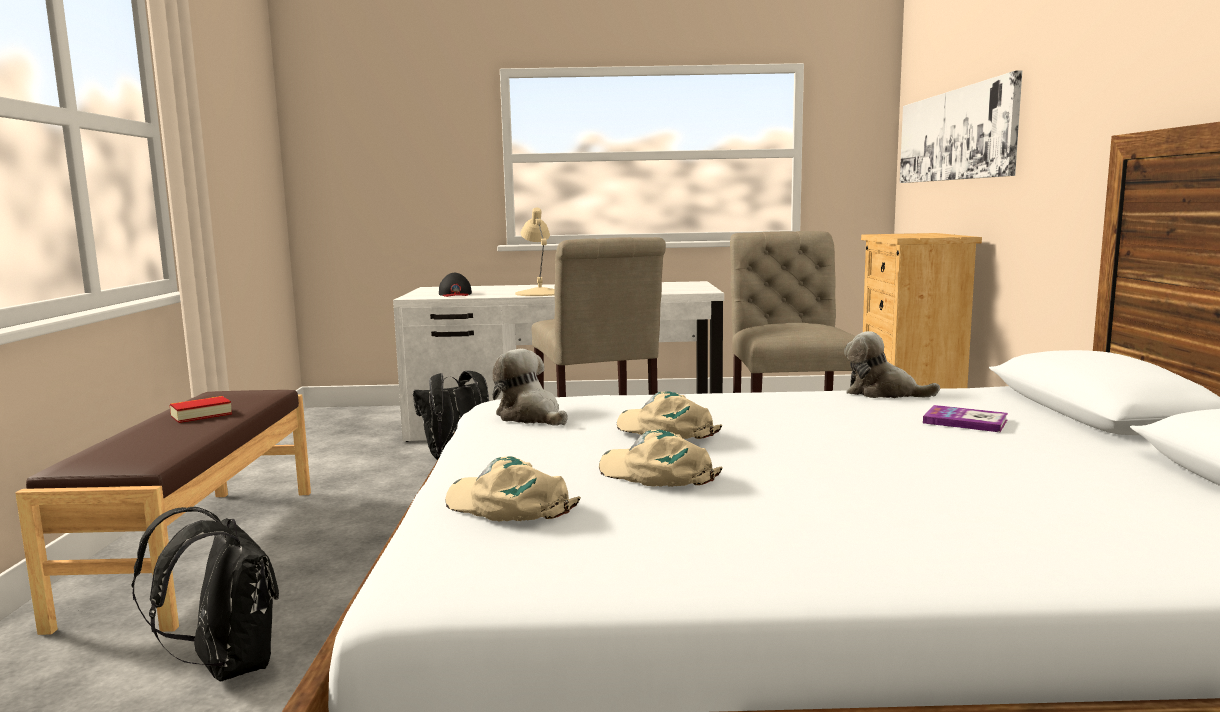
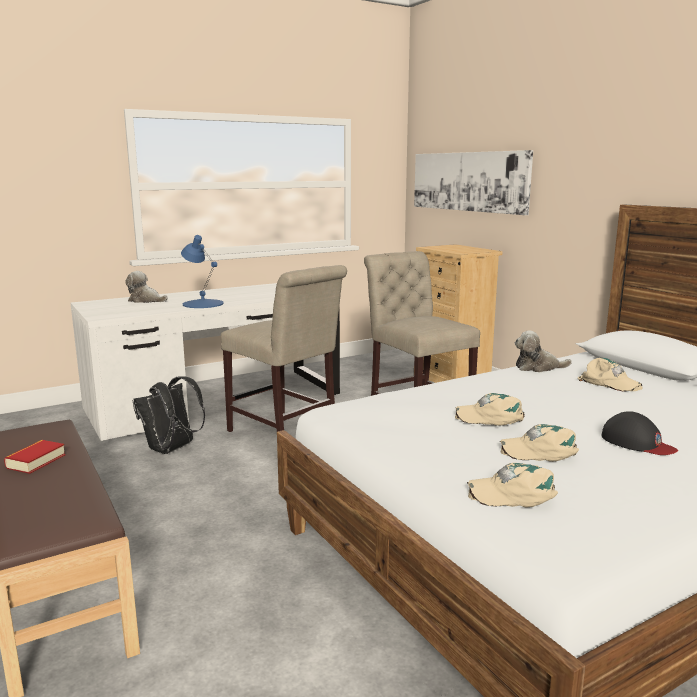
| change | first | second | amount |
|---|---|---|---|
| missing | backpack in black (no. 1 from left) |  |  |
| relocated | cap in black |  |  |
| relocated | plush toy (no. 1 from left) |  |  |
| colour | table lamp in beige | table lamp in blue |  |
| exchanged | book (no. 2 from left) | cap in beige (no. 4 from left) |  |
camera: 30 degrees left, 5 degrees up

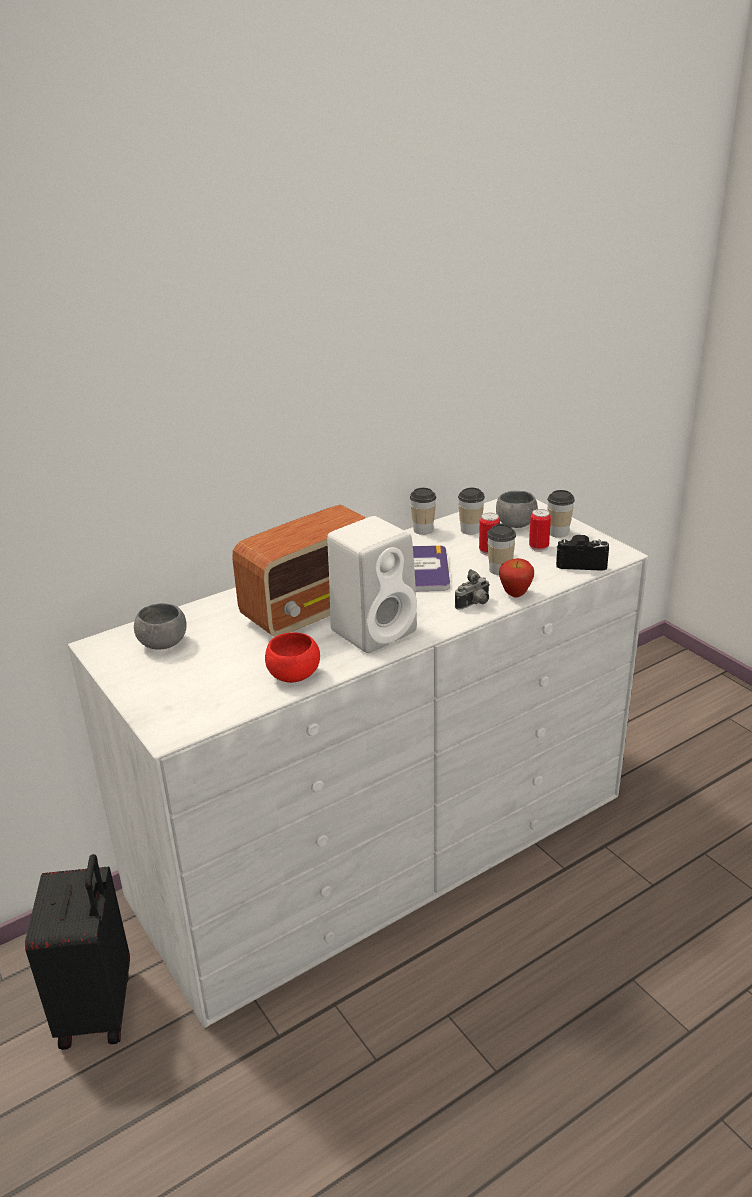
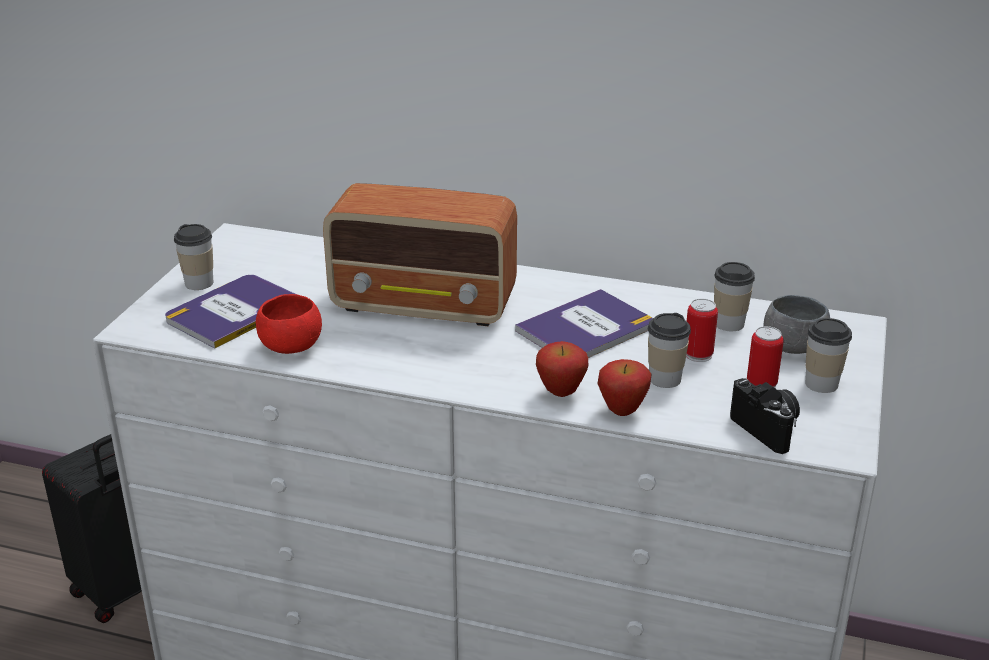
| change | first | second | amount |
|---|---|---|---|
| missing | bowl in grey (no. 1 from left) |  |  |
| missing | speaker in white |  |  |
| relocated | cup (no. 1 from left) |  |  |
| exchanged | photo camera (no. 1 from left) | apple (no. 1 from left) |  |
| appeared |  | book (no. 1 from left) |  |
camera: 50 degrees right, 0 degrees up

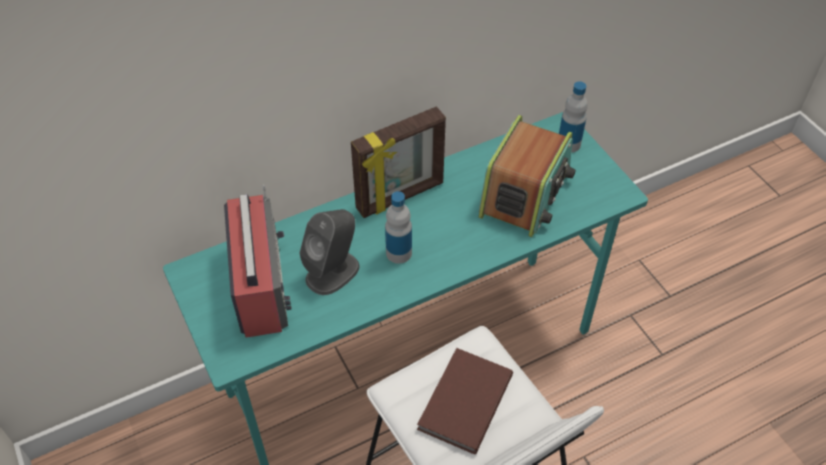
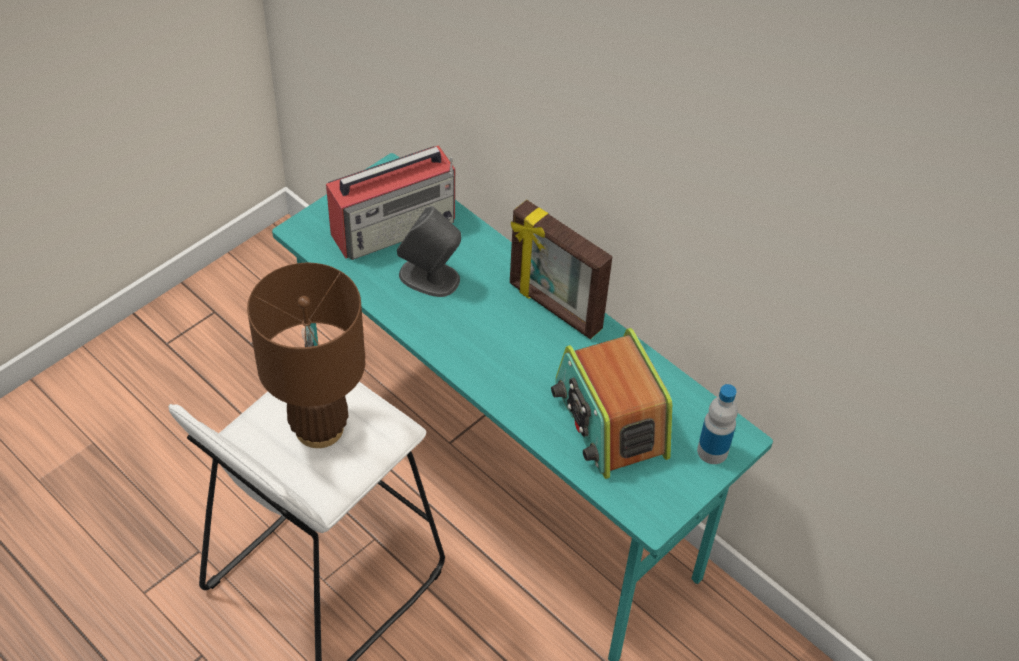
| change | first | second | amount |
|---|---|---|---|
| missing | bottle (no. 1 from left) |  |  |
| exchanged | book in brown | table lamp in brown |  |
| spun | radio (no. 2 from left) |  | 60 degrees clockwise |
camera: 70 degrees right, 0 degrees up

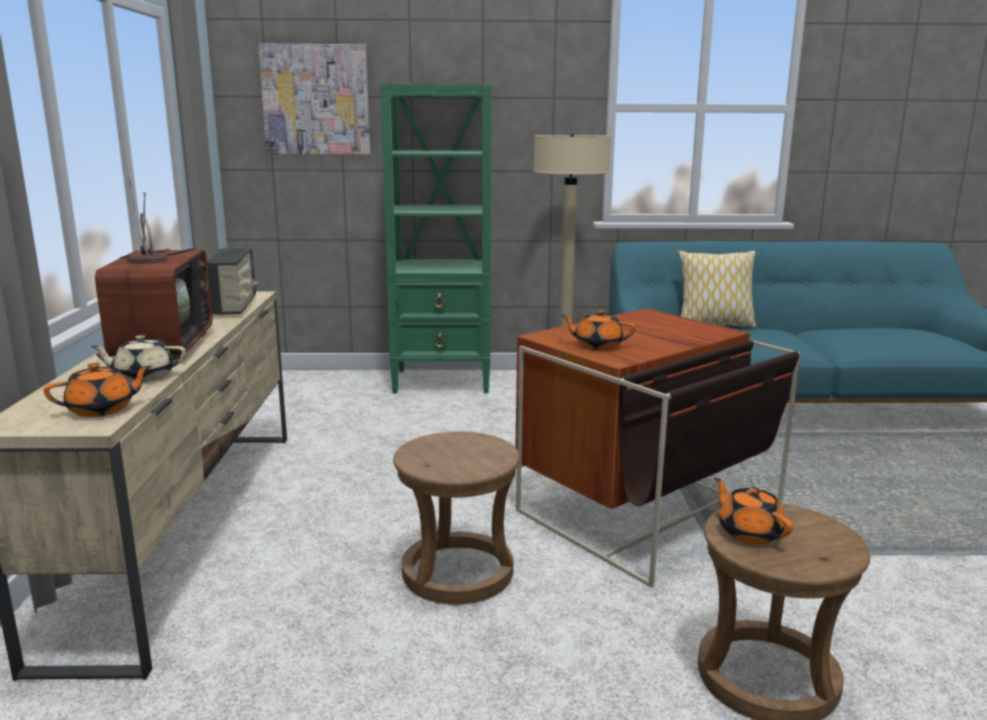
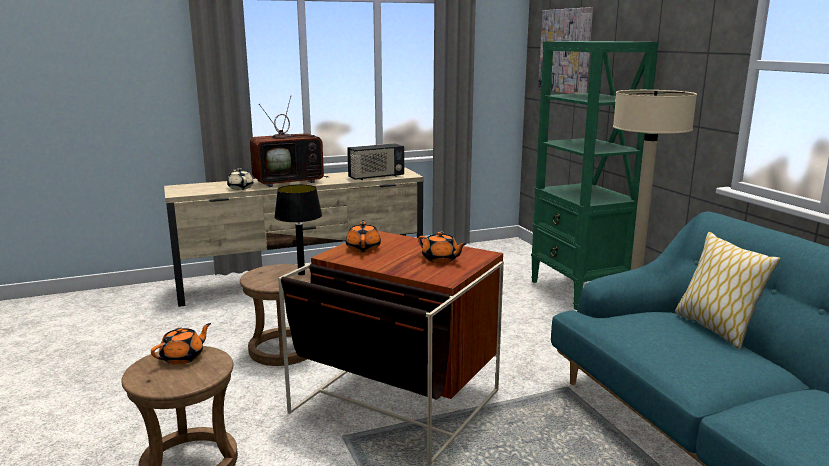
| change | first | second | amount |
|---|---|---|---|
| relocated | teapot in orange (no. 1 from left in the first image) | teapot in orange (no. 3 from left) |  |
| appeared |  | table lamp in black |  |
camera: 70 degrees right, 0 degrees up

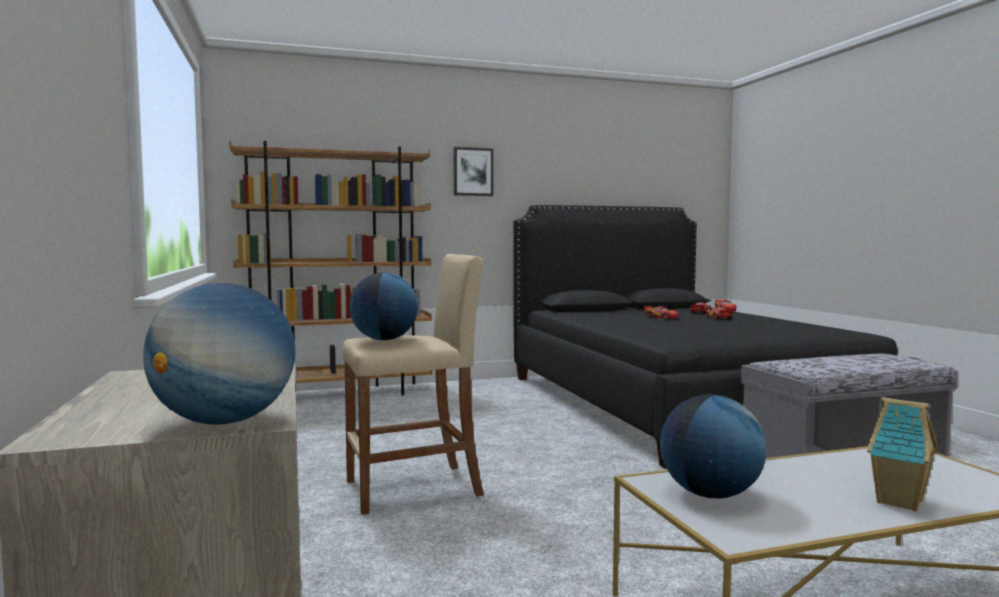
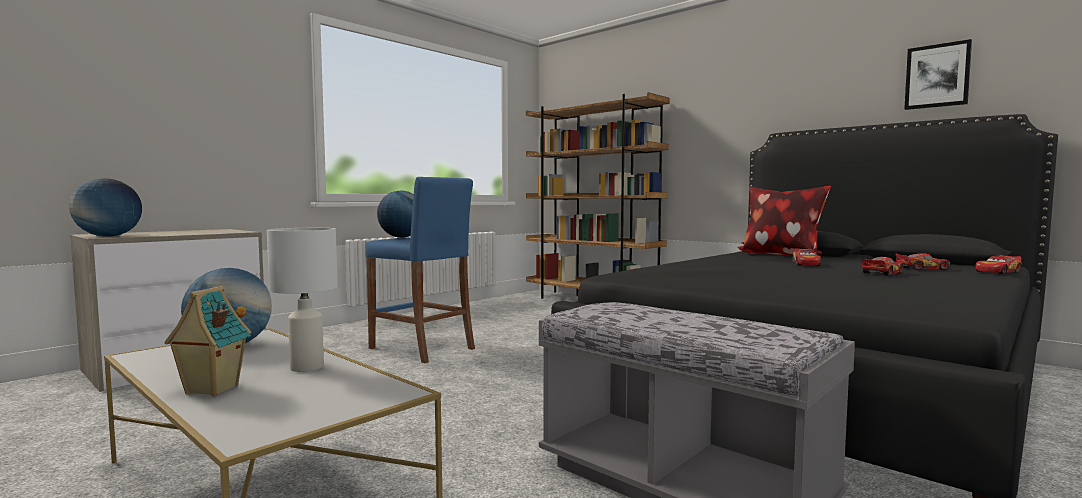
| change | first | second | amount |
|---|---|---|---|
| colour | stool in beige | stool in blue |  |
| relocated | picture |  |  |
| appeared |  | table lamp in white |  |
| appeared |  | pillow |  |
camera: 60 degrees right, 0 degrees up

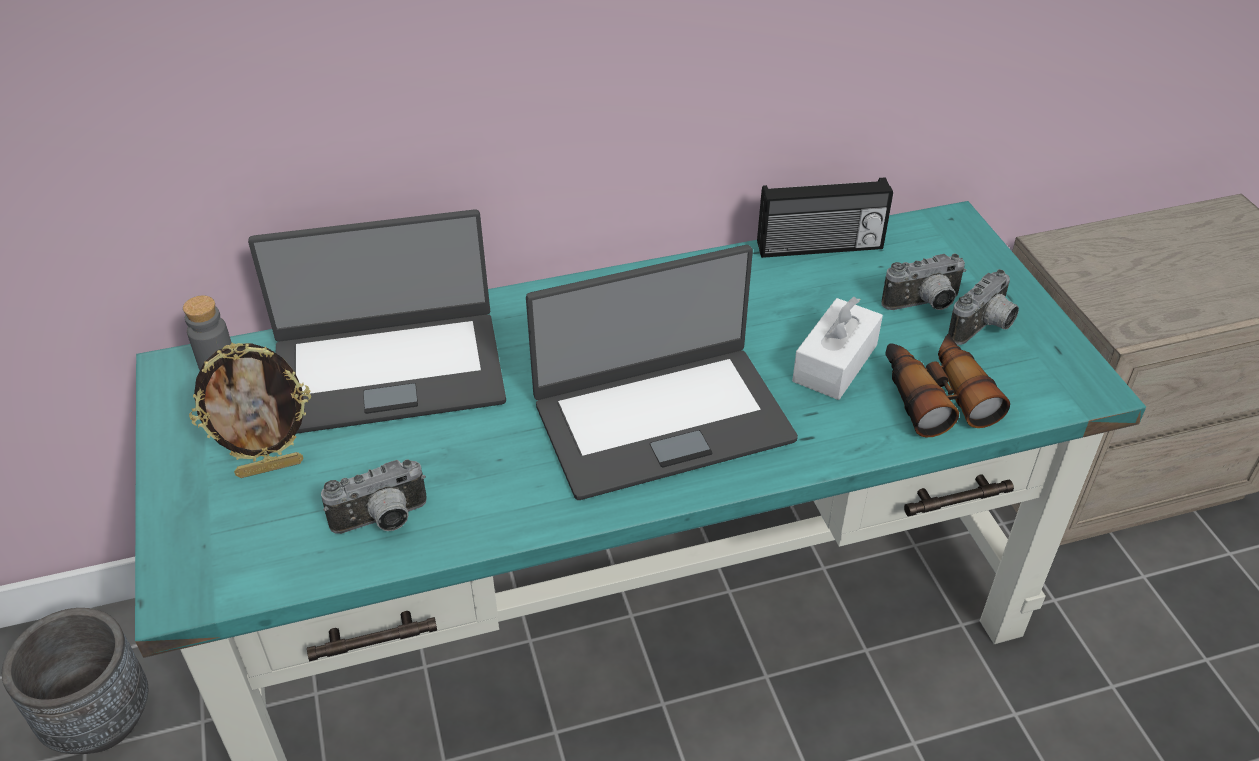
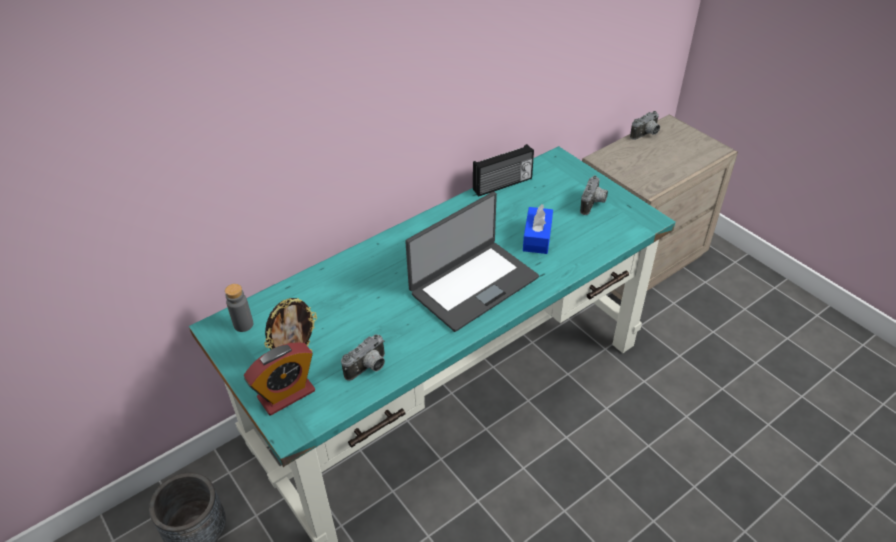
| change | first | second | amount |
|---|---|---|---|
| missing | laptop (no. 1 from left) |  |  |
| colour | tissue box in white | tissue box in blue |  |
| relocated | photo camera (no. 2 from left in the first image) | photo camera (no. 3 from left) |  |
| missing | binoculars |  |  |
| appeared |  | alarm clock |  |
camera: 20 degrees left, 0 degrees up

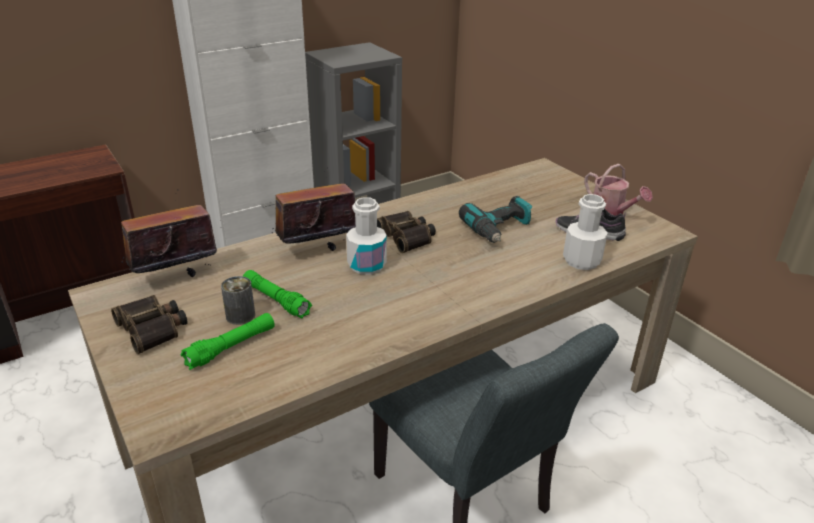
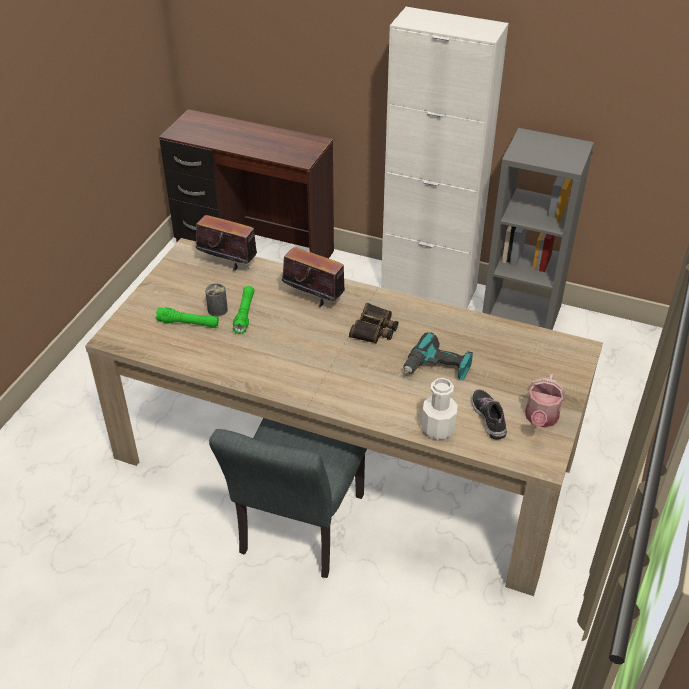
| change | first | second | amount |
|---|---|---|---|
| missing | binoculars (no. 1 from left) |  |  |
| missing | bottle in white (no. 1 from left) |  |  |
camera: 55 degrees right, 10 degrees up

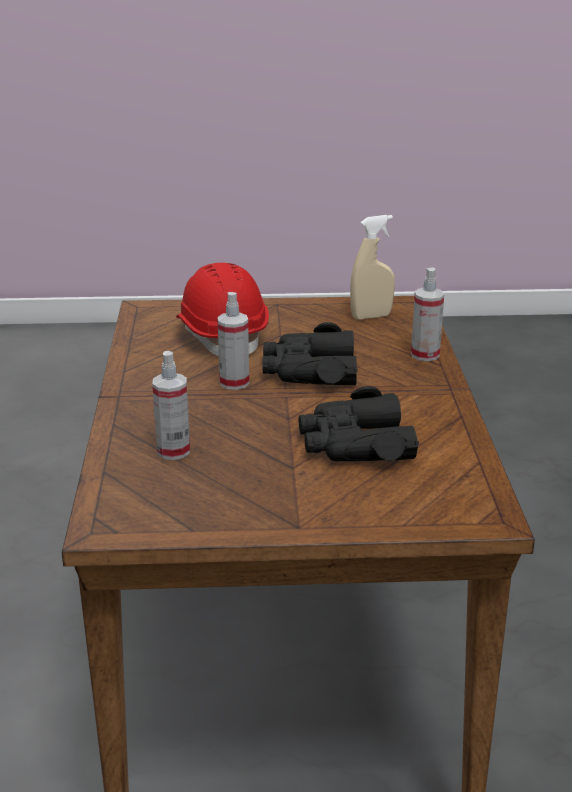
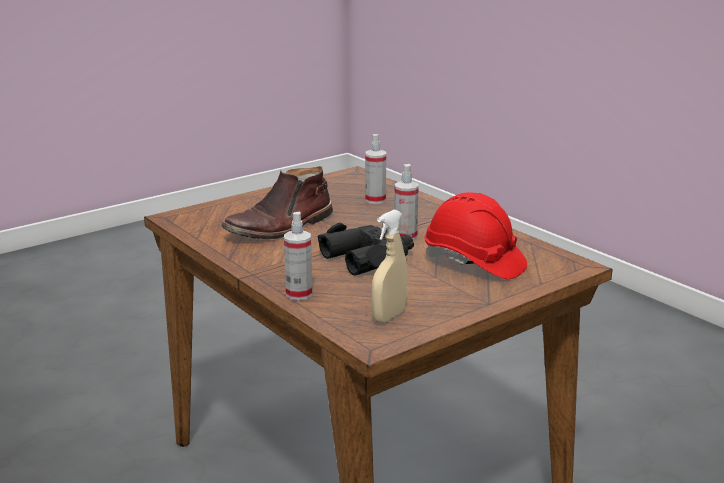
| change | first | second | amount |
|---|---|---|---|
| exchanged | binoculars in black (no. 2 from left) | boot in brown |  |
camera: 145 degrees right, 5 degrees down

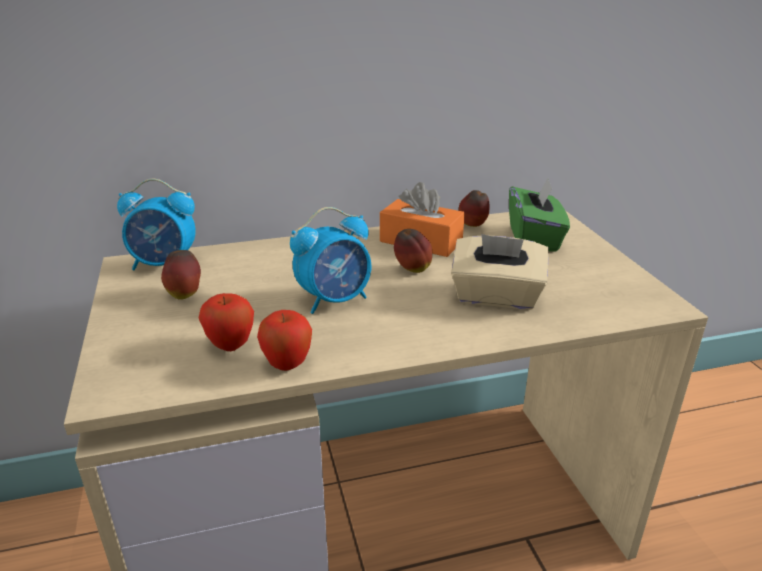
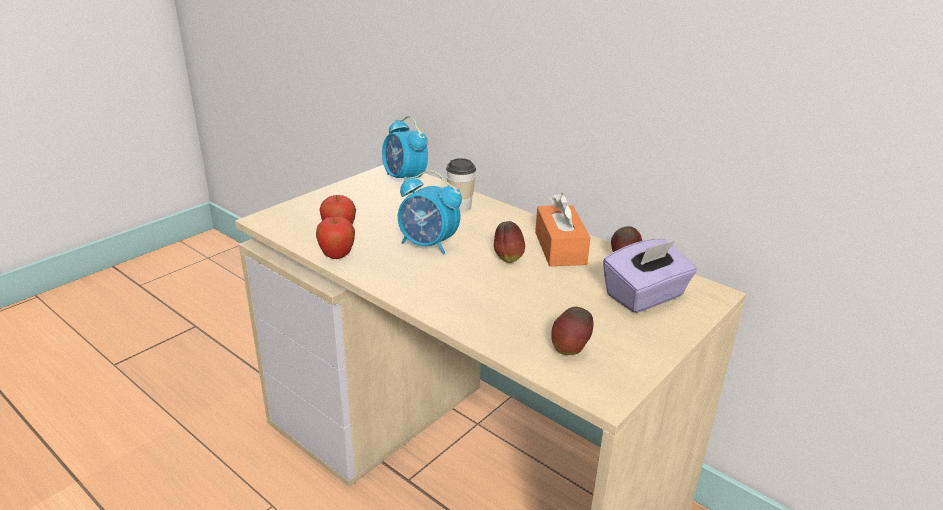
| change | first | second | amount |
|---|---|---|---|
| relocated | apple (no. 1 from left in the first image) | apple (no. 4 from left) |  |
| missing | tissue box in beige |  |  |
| colour | tissue box in green | tissue box in purple |  |
| appeared |  | cup |  |
camera: 55 degrees right, 0 degrees up

